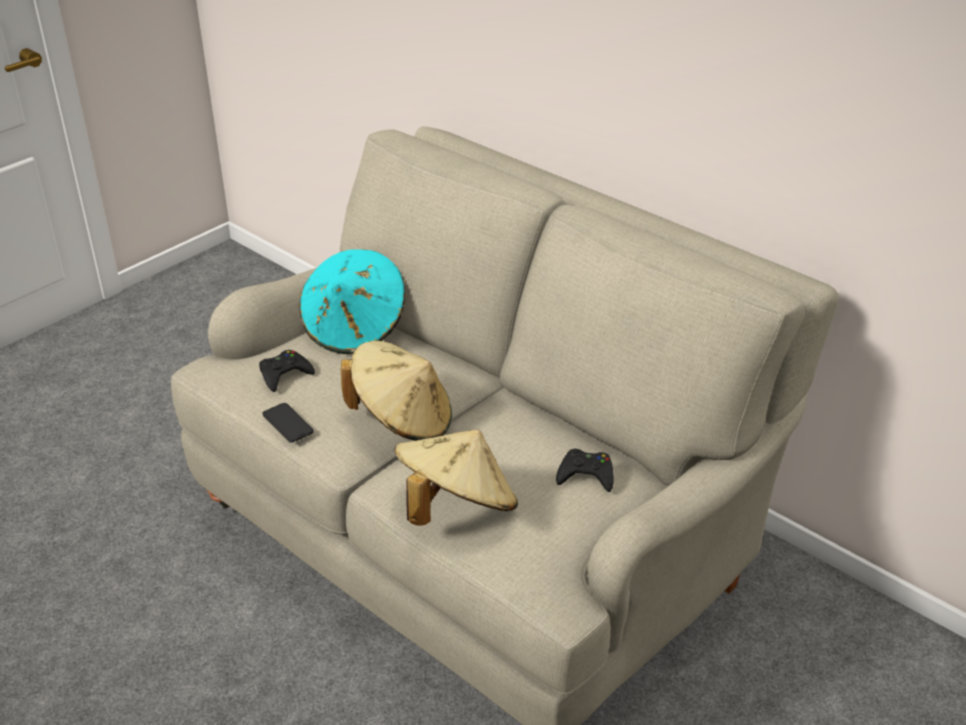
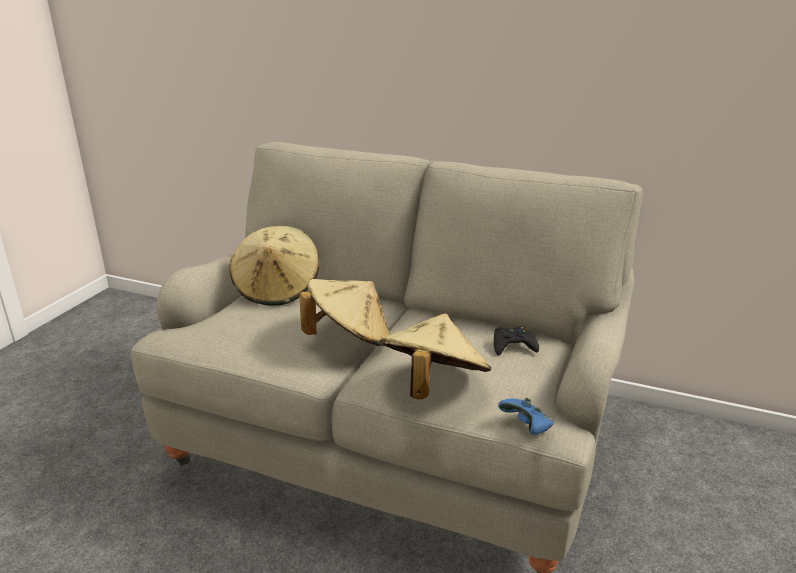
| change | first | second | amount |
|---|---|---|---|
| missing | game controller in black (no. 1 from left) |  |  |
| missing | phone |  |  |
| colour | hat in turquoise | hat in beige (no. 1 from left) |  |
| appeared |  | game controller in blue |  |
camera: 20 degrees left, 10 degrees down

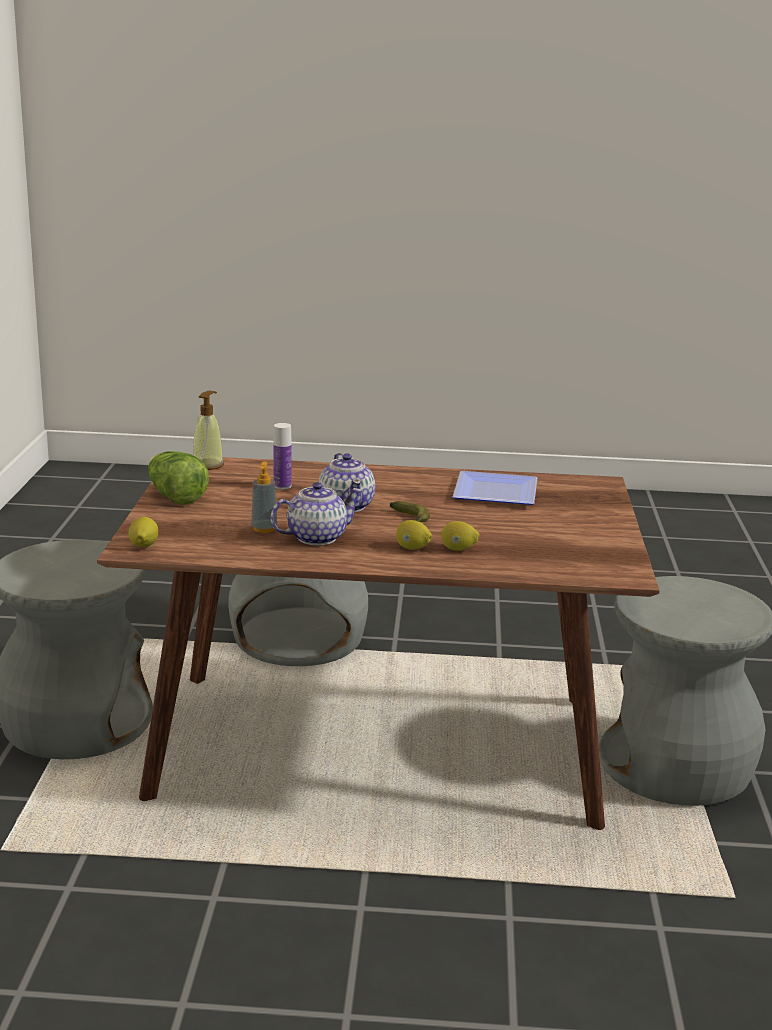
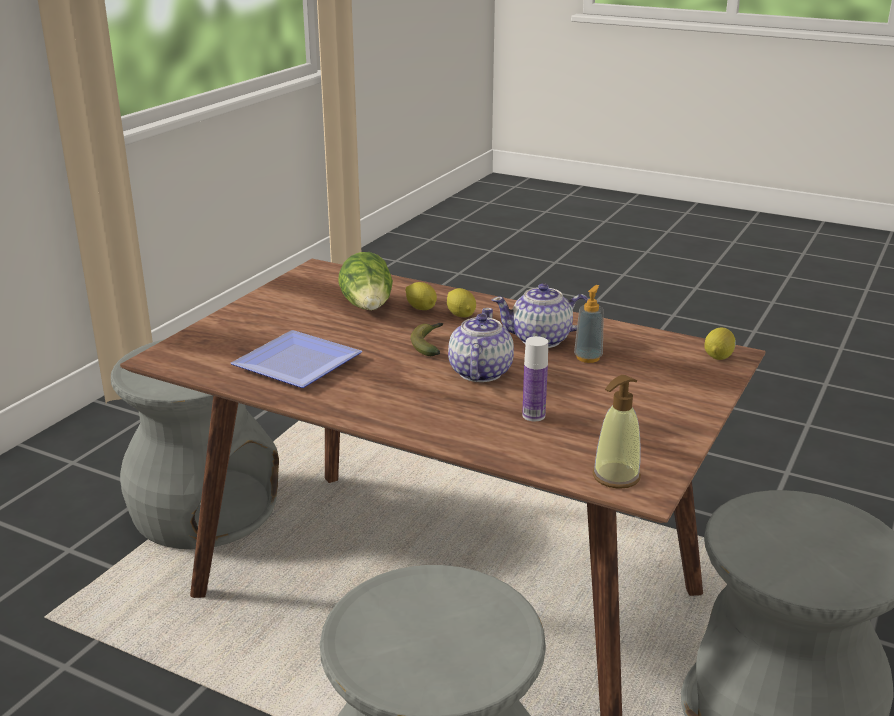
| change | first | second | amount |
|---|---|---|---|
| relocated | lettuce |  |  |
camera: 155 degrees left, 5 degrees up

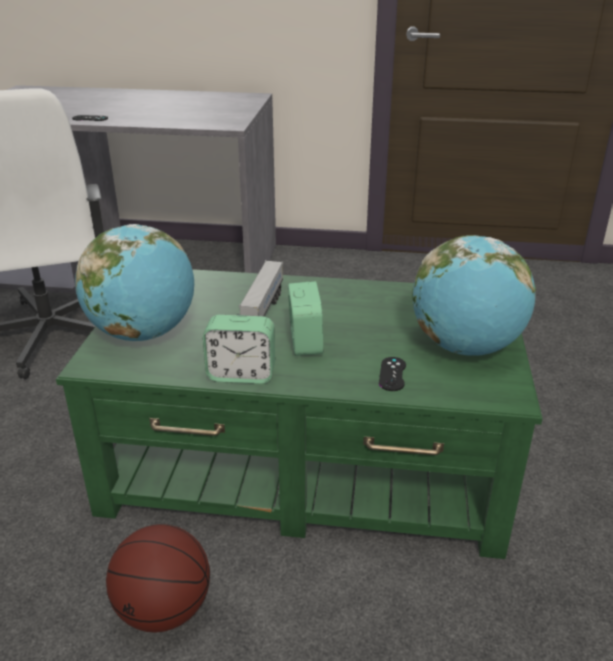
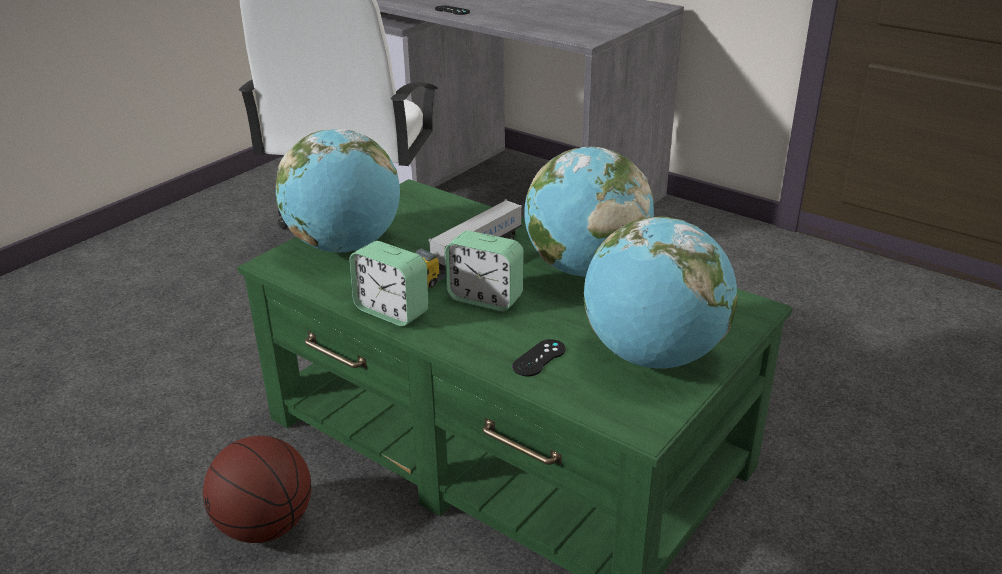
| change | first | second | amount |
|---|---|---|---|
| spun | alarm clock (no. 2 from left) |  | 90 degrees clockwise |
| appeared |  | globe (no. 2 from left) |  |
camera: 30 degrees right, 0 degrees up

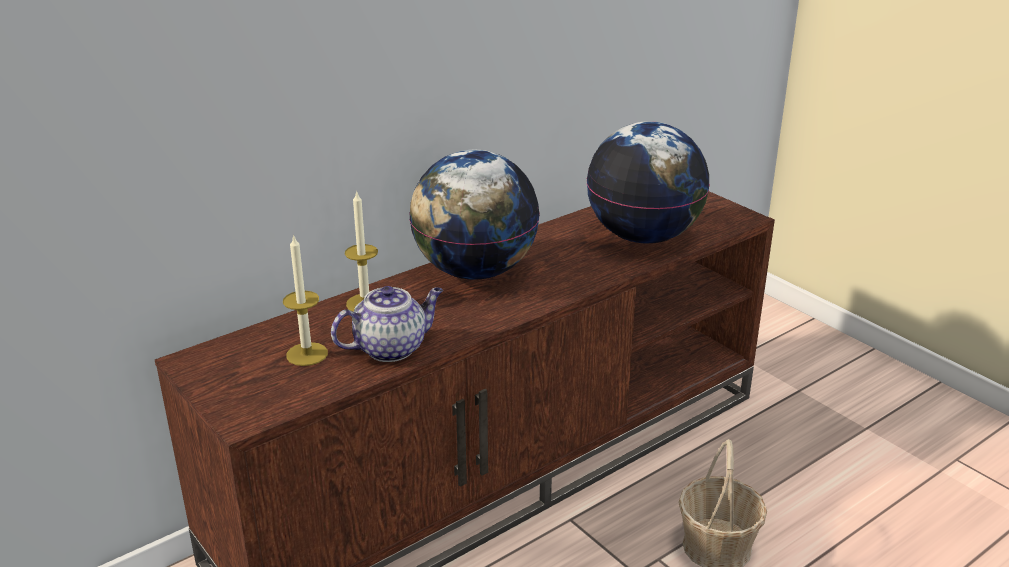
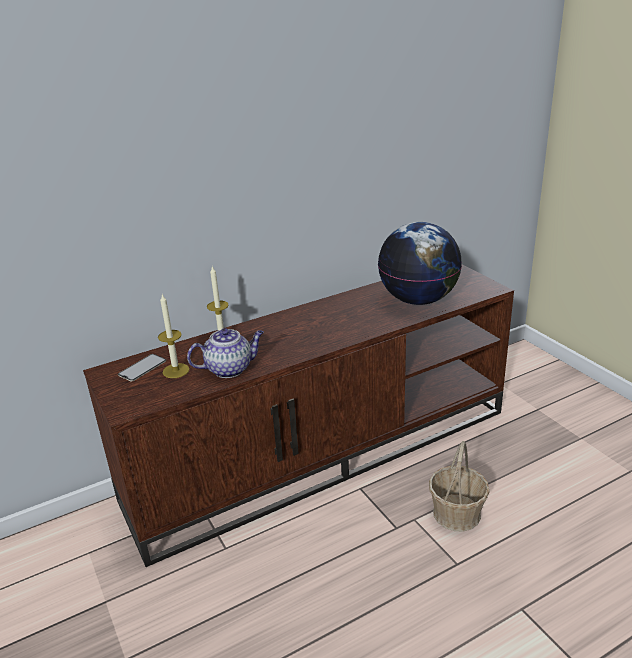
| change | first | second | amount |
|---|---|---|---|
| missing | globe (no. 1 from left) |  |  |
| appeared |  | phone |  |
camera: 10 degrees right, 0 degrees up

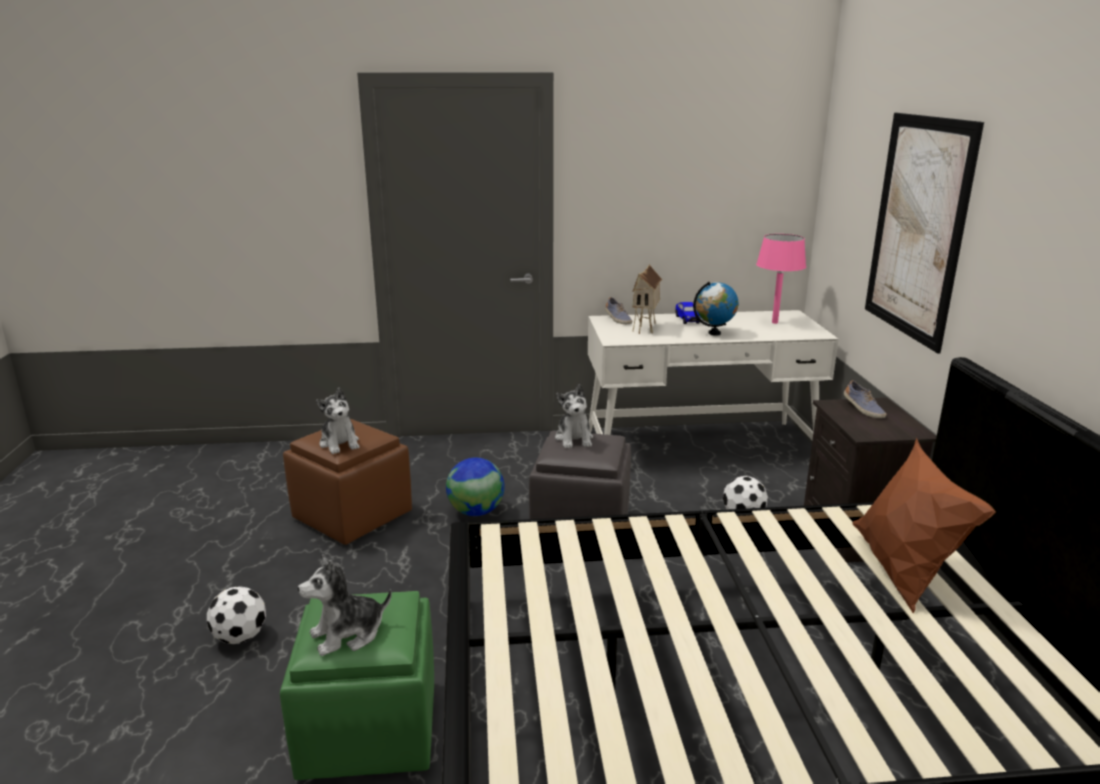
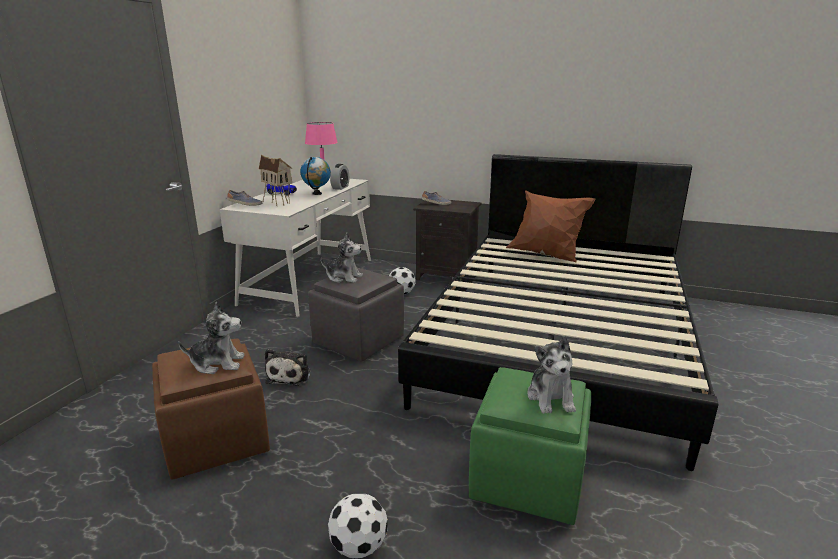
| change | first | second | amount |
|---|---|---|---|
| exchanged | globe (no. 1 from left) | plush toy (no. 2 from left) |  |
| missing | picture |  |  |
| appeared |  | alarm clock |  |
camera: 65 degrees left, 0 degrees up

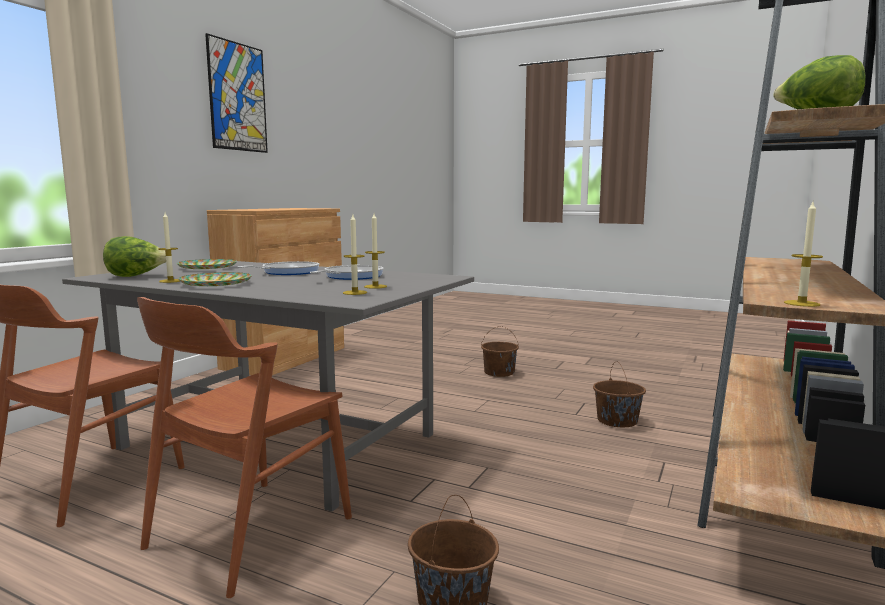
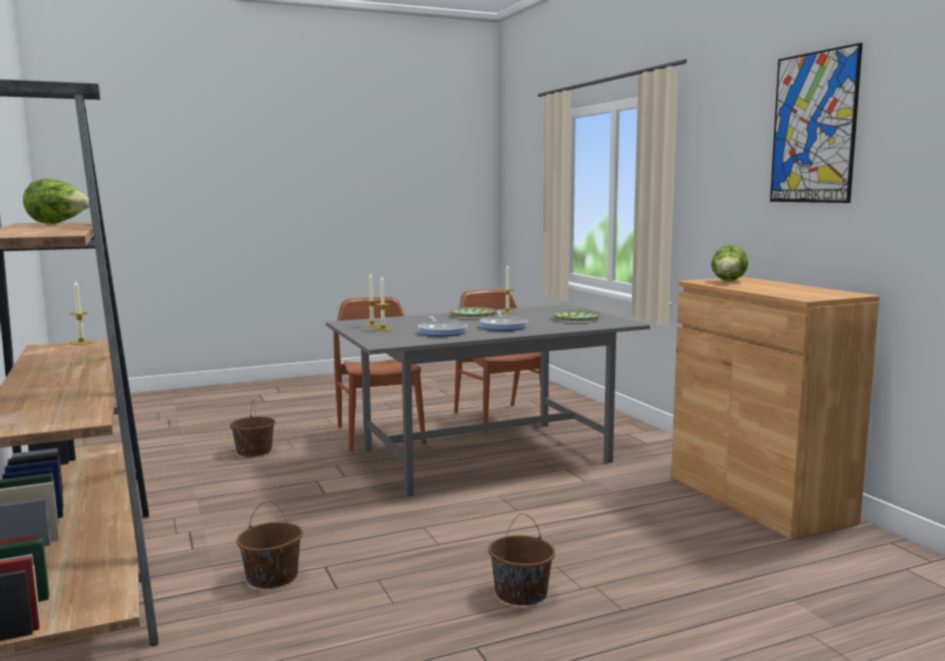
| change | first | second | amount |
|---|---|---|---|
| relocated | lettuce (no. 1 from left in the first image) | lettuce (no. 2 from left) |  |
camera: 130 degrees right, 0 degrees up

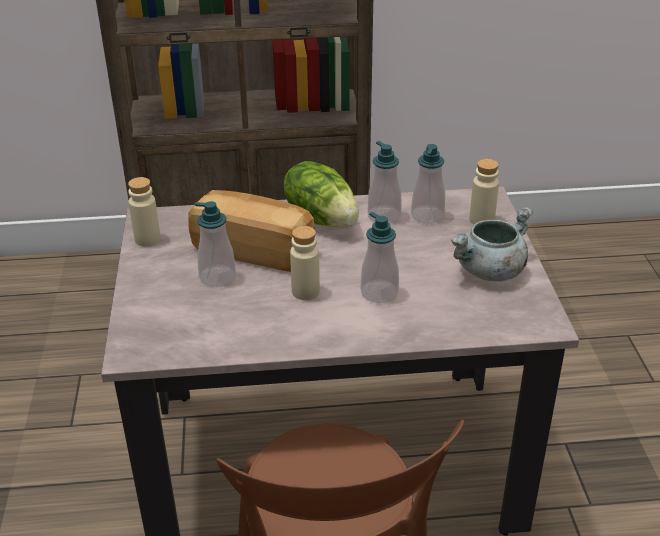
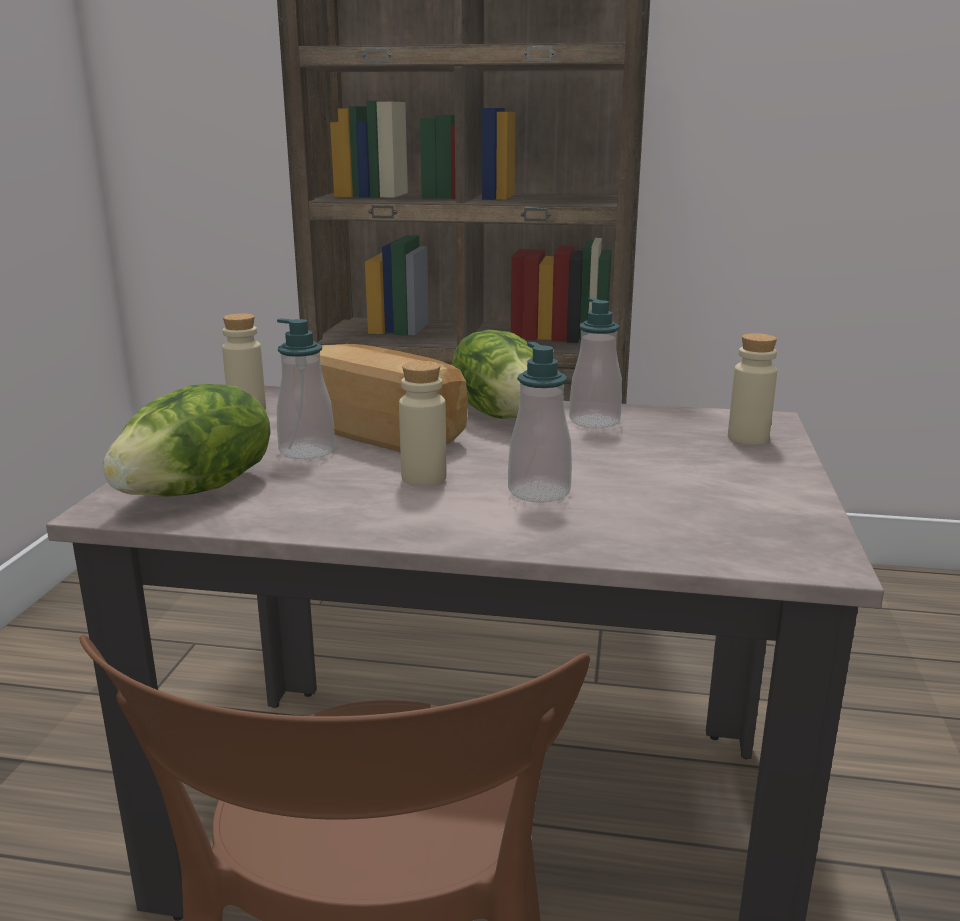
| change | first | second | amount |
|---|---|---|---|
| missing | soap dispenser (no. 4 from left) |  |  |
| missing | cooking pot in grey |  |  |
| appeared |  | lettuce (no. 1 from left) |  |
camera: 15 degrees right, 15 degrees down

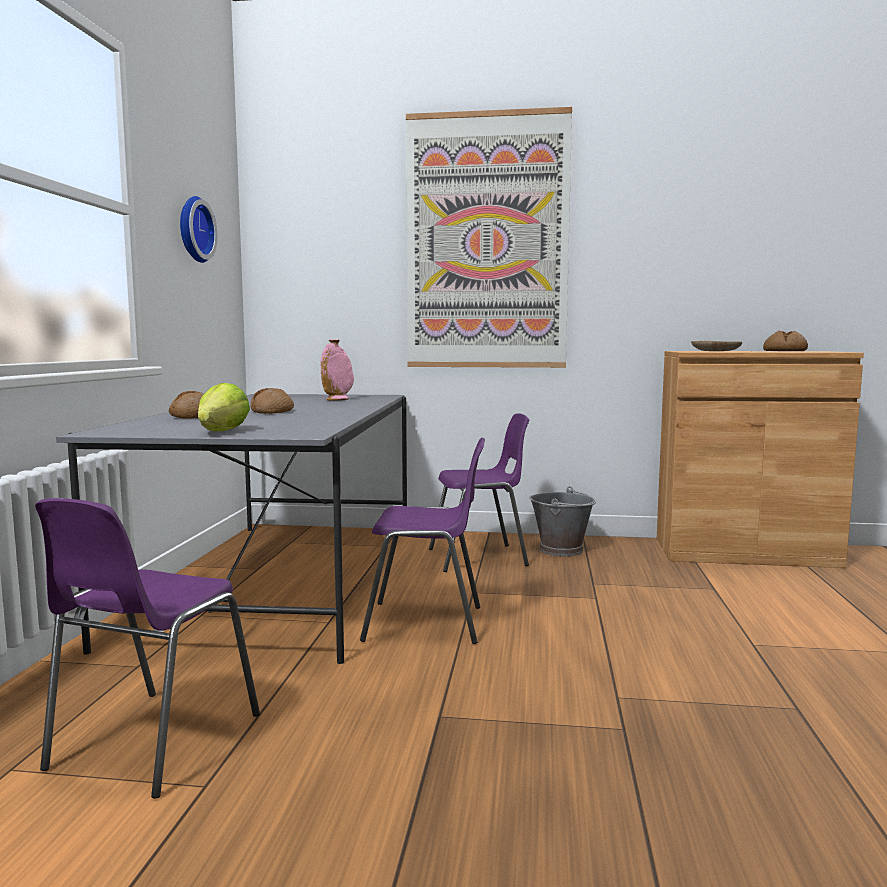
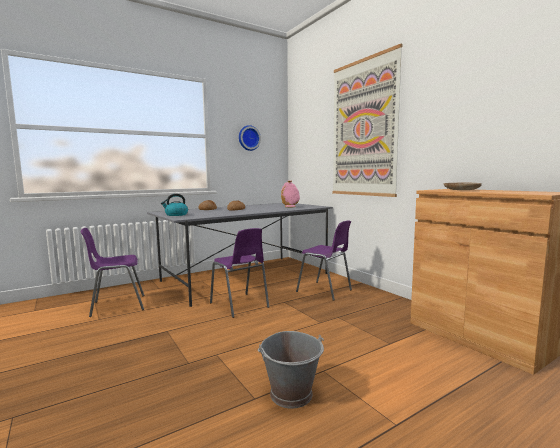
| change | first | second | amount |
|---|---|---|---|
| exchanged | lettuce | kettle |  |
| relocated | bucket in grey |  |  |
| missing | bread (no. 3 from left) |  |  |
camera: 50 degrees right, 0 degrees up

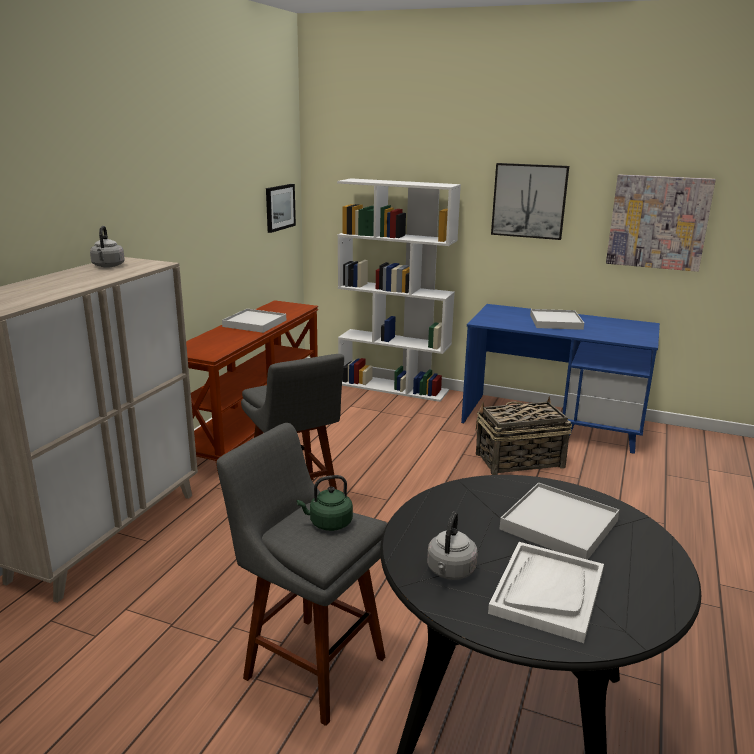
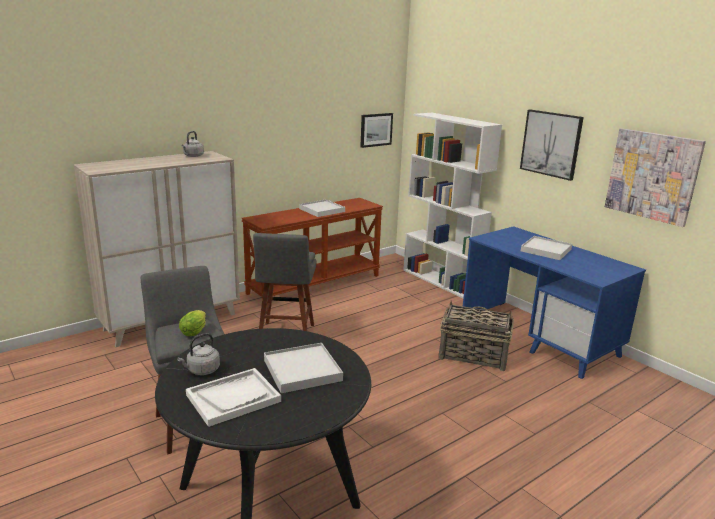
| change | first | second | amount |
|---|---|---|---|
| exchanged | kettle in green | lettuce |  |
camera: 30 degrees right, 0 degrees up

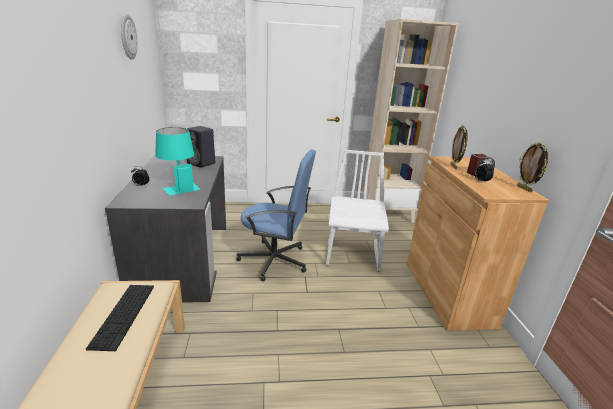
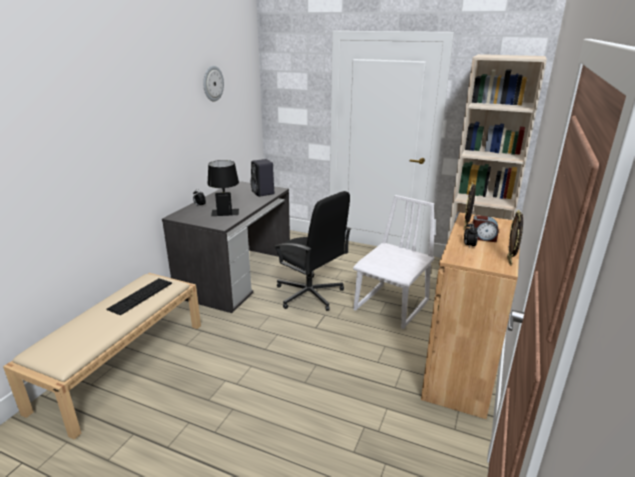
| change | first | second | amount |
|---|---|---|---|
| colour | table lamp in turquoise | table lamp in black |  |
| colour | office chair in blue | office chair in black |  |
camera: 30 degrees right, 0 degrees up

